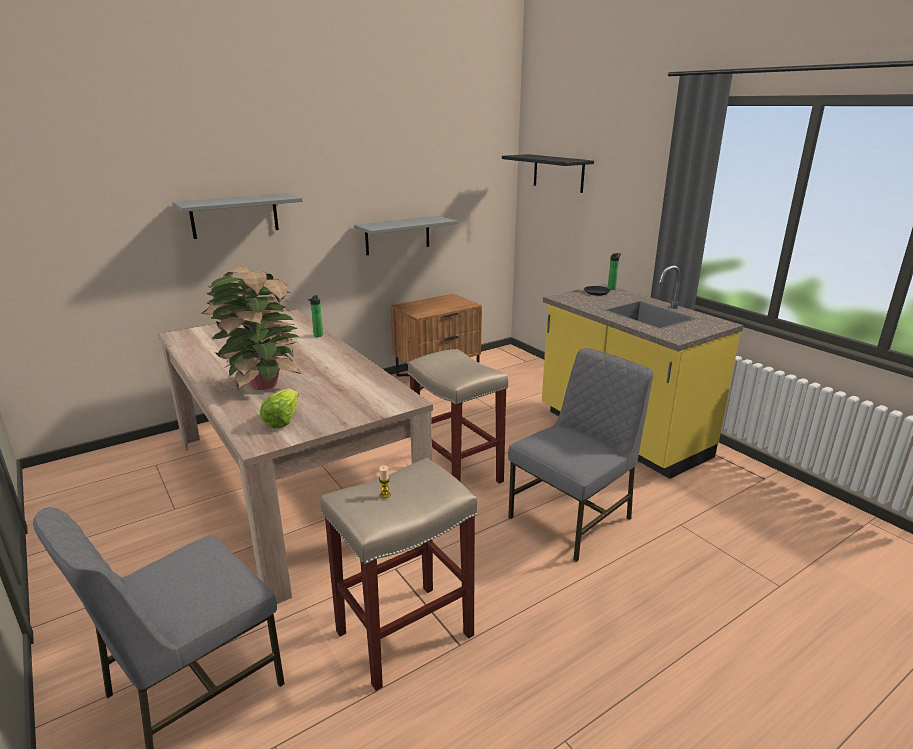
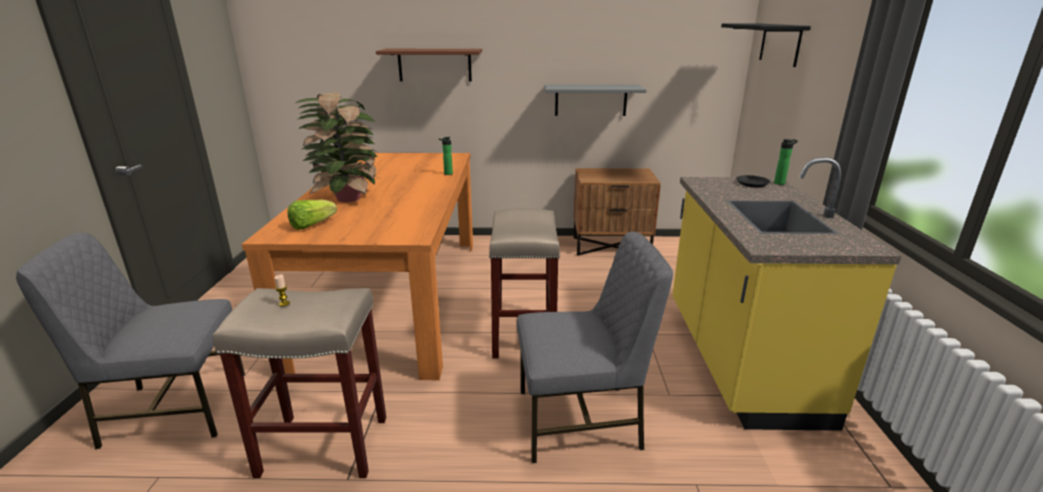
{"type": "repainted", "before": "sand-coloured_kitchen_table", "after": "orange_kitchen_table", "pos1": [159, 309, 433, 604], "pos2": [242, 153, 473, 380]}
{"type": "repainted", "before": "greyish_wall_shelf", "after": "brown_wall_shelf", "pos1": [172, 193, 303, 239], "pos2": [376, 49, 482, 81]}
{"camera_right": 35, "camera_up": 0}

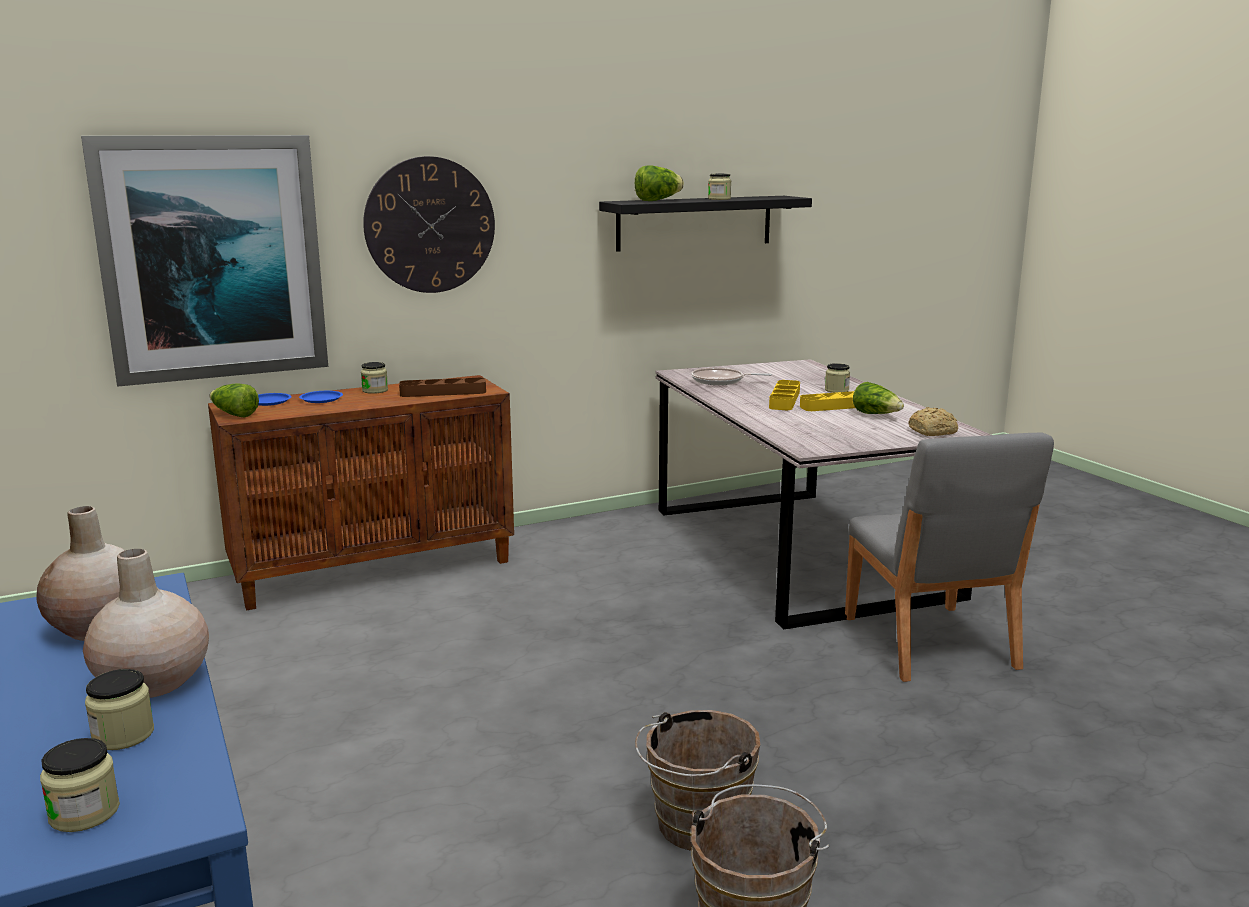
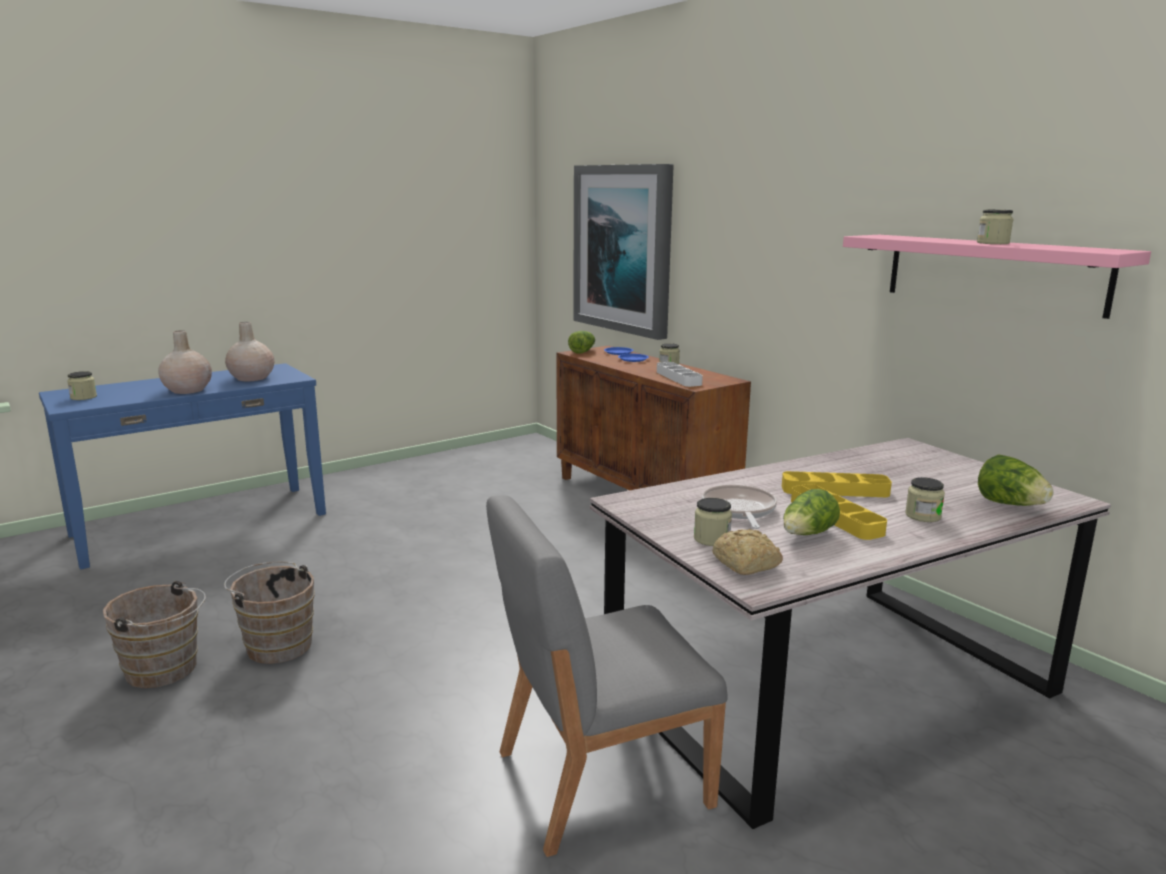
{"type": "shifted", "before": "jar", "pos1": [85, 669, 154, 750], "pos2": [694, 498, 732, 546]}
{"type": "gone", "before": "hanging_clock", "pos1": [363, 156, 495, 293]}
{"type": "repainted", "before": "brown_carrying_tray", "after": "white-coloured_carrying_tray", "pos1": [399, 377, 486, 397], "pos2": [657, 362, 703, 387]}
{"type": "repainted", "before": "black_wall_shelf", "after": "pink-coloured_wall_shelf", "pos1": [599, 196, 812, 252], "pos2": [843, 235, 1151, 319]}
{"type": "shifted", "before": "lettuce_head", "pos1": [635, 165, 684, 201], "pos2": [978, 454, 1054, 506]}
{"type": "shifted", "before": "frying_pan", "pos1": [691, 368, 772, 385], "pos2": [702, 485, 777, 529]}
{"camera_right": 80, "camera_up": 0}

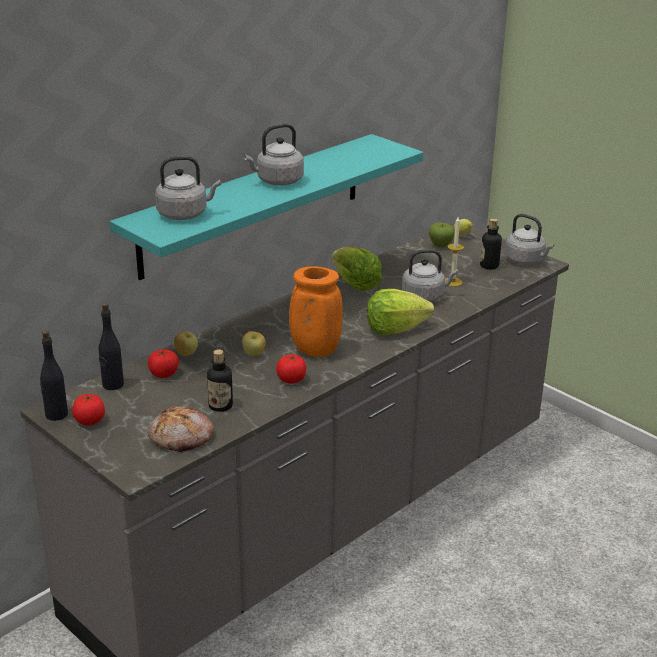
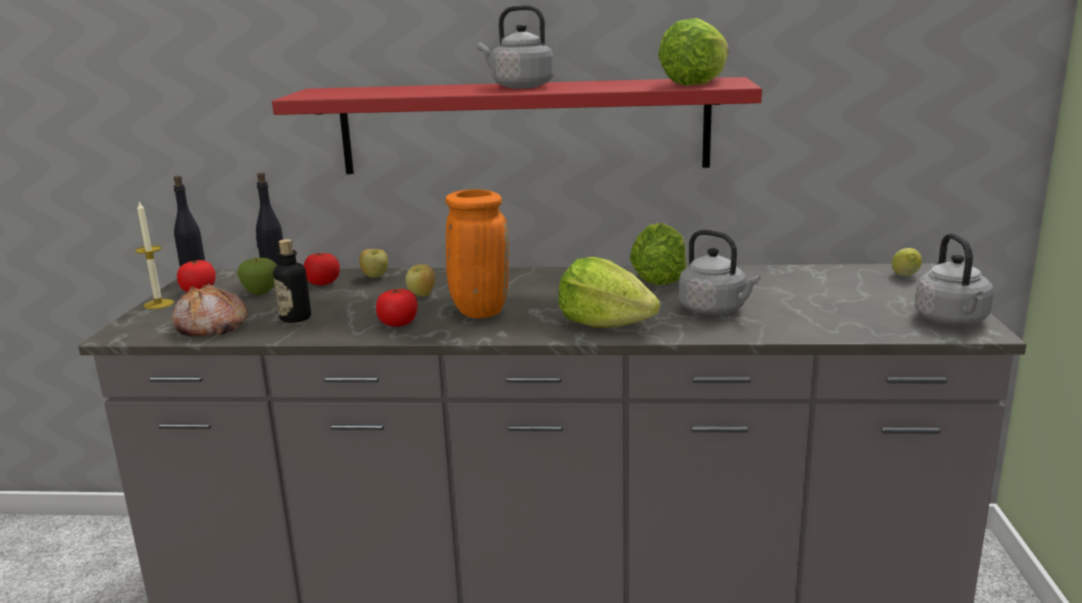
{"type": "repainted", "before": "blue-green_wall_shelf", "after": "red-coloured_wall_shelf", "pos1": [110, 134, 423, 280], "pos2": [272, 77, 762, 174]}
{"type": "gone", "before": "greyish_kettle", "pos1": [155, 156, 221, 220]}
{"type": "shifted", "before": "whole_apple", "pos1": [429, 223, 455, 248], "pos2": [237, 258, 277, 295]}
{"type": "shifted", "before": "candle", "pos1": [445, 217, 464, 287], "pos2": [135, 201, 174, 309]}
{"type": "gone", "before": "drink_bottle", "pos1": [480, 218, 502, 269]}
{"type": "new", "after": "lettuce_head", "pos2": [658, 18, 729, 86]}
{"camera_right": 50, "camera_up": -10}

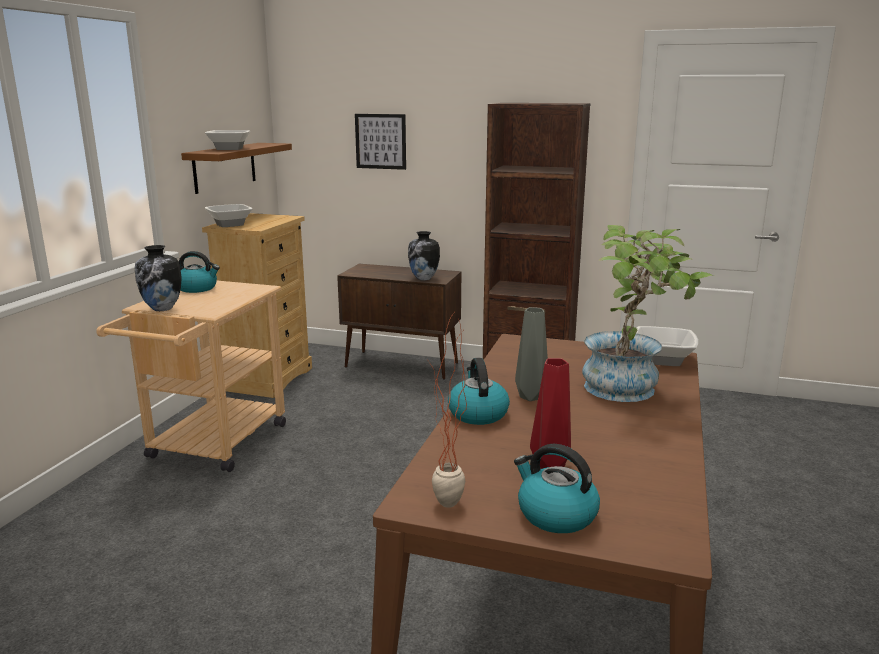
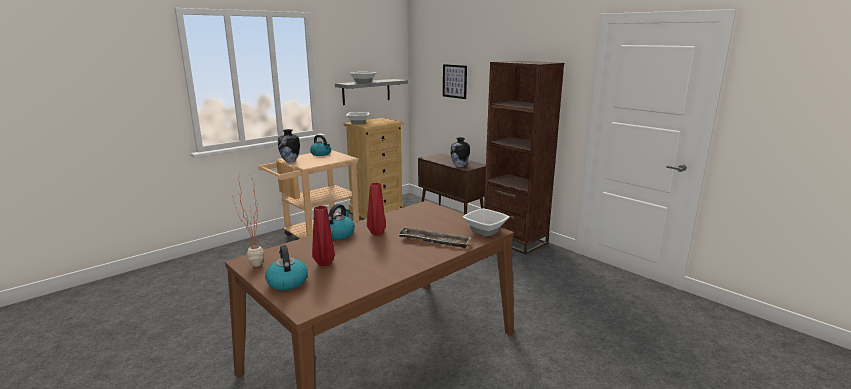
{"type": "repainted", "before": "brown_wall_shelf", "after": "greyish_wall_shelf", "pos1": [181, 143, 292, 194], "pos2": [335, 79, 408, 105]}
{"type": "repainted", "before": "greyish_decorative_vase", "after": "red-coloured_decorative_vase", "pos1": [515, 307, 548, 401], "pos2": [367, 182, 386, 235]}
{"type": "swapped", "before": "potted_plant", "after": "carrying_tray", "pos1": [582, 225, 714, 402], "pos2": [397, 227, 471, 249]}
{"camera_right": 30, "camera_up": 0}

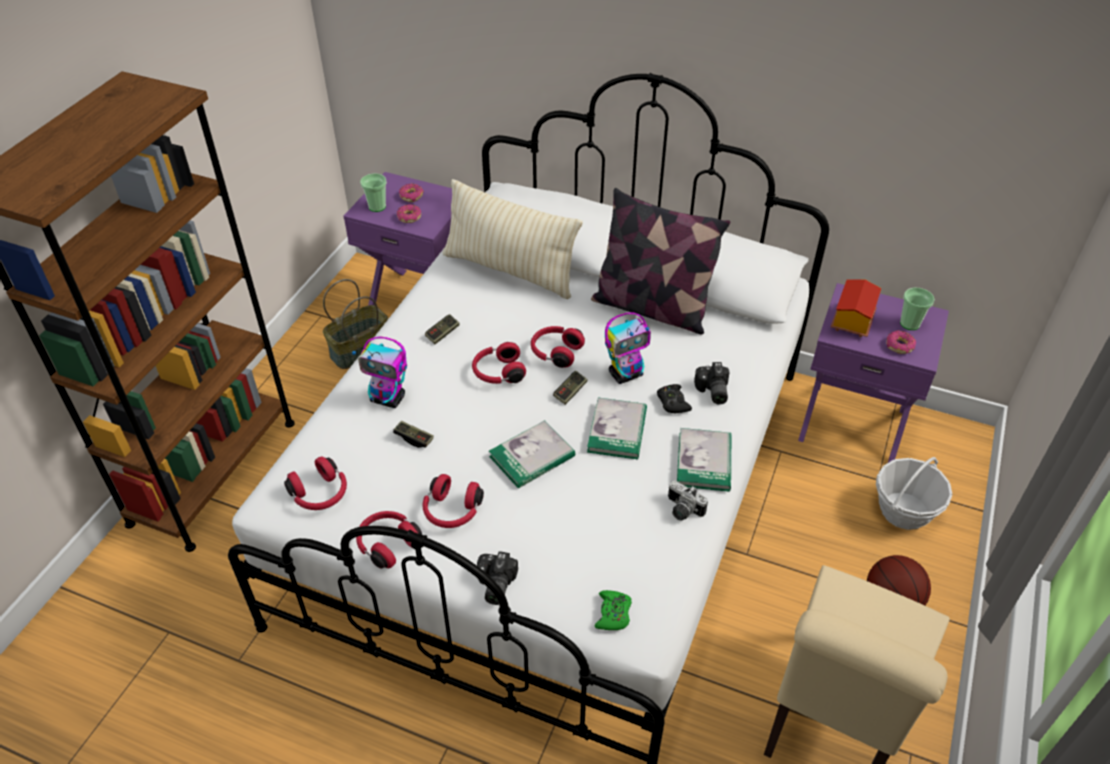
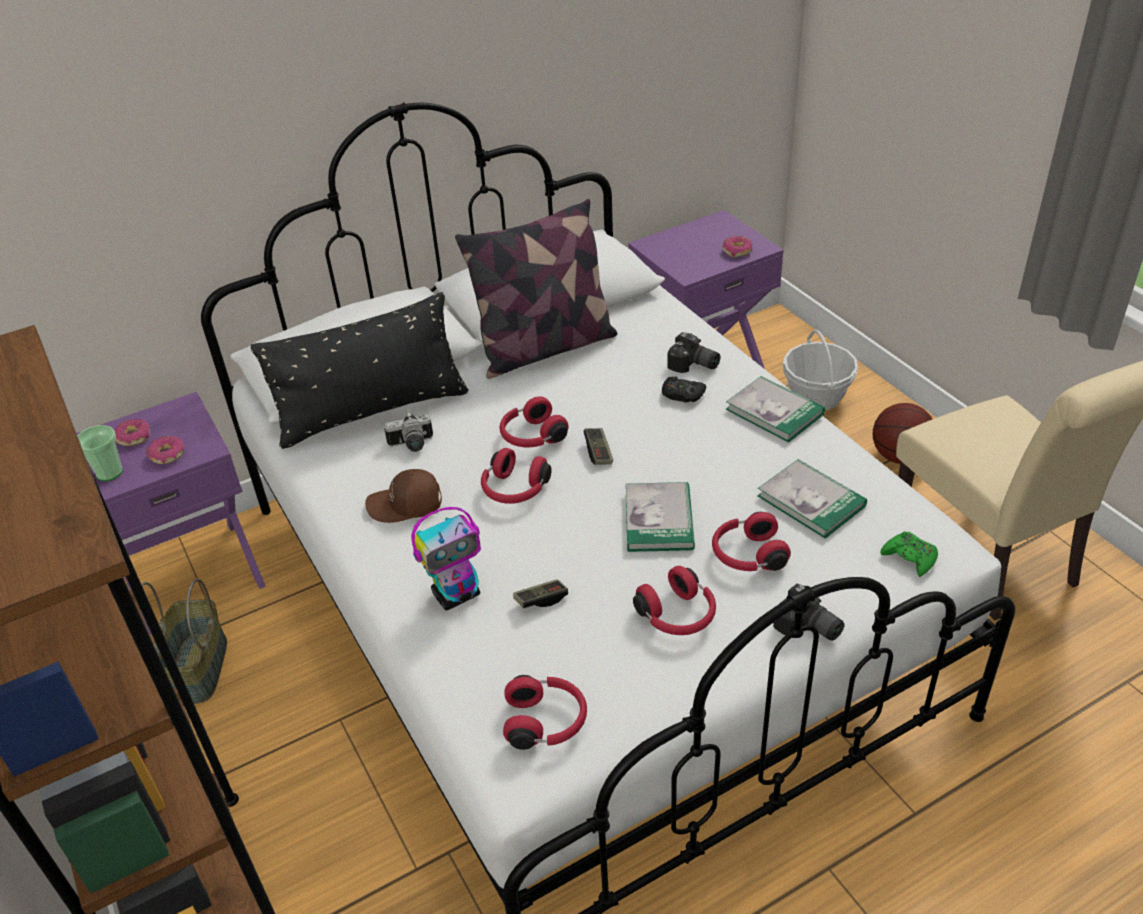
{"type": "shifted", "before": "red-coloured_headset", "pos1": [356, 511, 422, 568], "pos2": [712, 512, 791, 571]}
{"type": "swapped", "before": "gamepad", "after": "brown_peaked_cap", "pos1": [425, 314, 460, 344], "pos2": [365, 469, 442, 523]}
{"type": "repainted", "before": "sand-coloured_pillow", "after": "black_pillow", "pos1": [443, 179, 583, 299], "pos2": [251, 292, 468, 449]}
{"type": "shifted", "before": "volume", "pos1": [587, 398, 647, 459], "pos2": [757, 459, 867, 539]}
{"type": "gone", "before": "robot_figure", "pos1": [605, 312, 651, 384]}
{"type": "shifted", "before": "photo_camera", "pos1": [668, 480, 708, 521], "pos2": [384, 412, 433, 452]}
{"type": "gone", "before": "model_house", "pos1": [831, 279, 882, 337]}
{"type": "gone", "before": "small_cup", "pos1": [900, 288, 935, 330]}
{"camera_right": -50, "camera_up": -5}

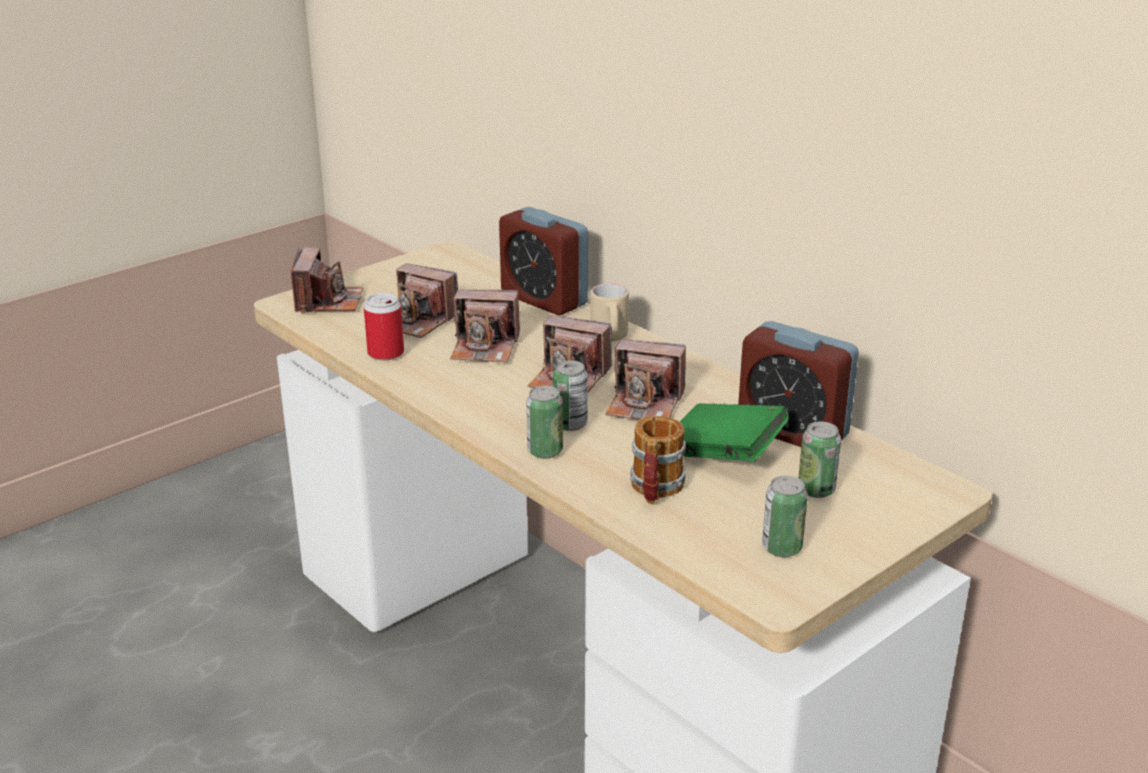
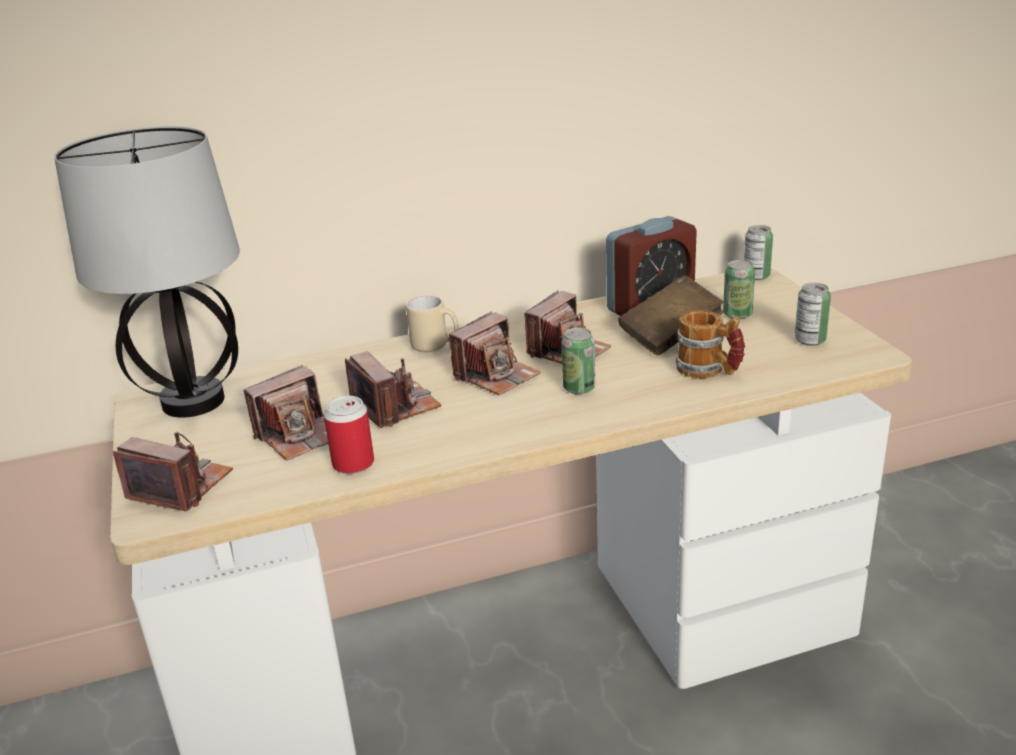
{"type": "rotated", "before": "photo_camera", "pos1": [450, 290, 520, 362], "pos2": [345, 351, 441, 428], "turn": -60}
{"type": "gone", "before": "bedside_clock", "pos1": [499, 207, 588, 315]}
{"type": "shifted", "before": "sealed_can", "pos1": [526, 386, 563, 459], "pos2": [744, 225, 773, 280]}
{"type": "repainted", "before": "green_volume", "after": "brown_volume", "pos1": [680, 403, 789, 462], "pos2": [618, 275, 724, 355]}
{"type": "new", "after": "tabletop_lamp", "pos2": [54, 126, 240, 418]}
{"camera_right": -65, "camera_up": 0}

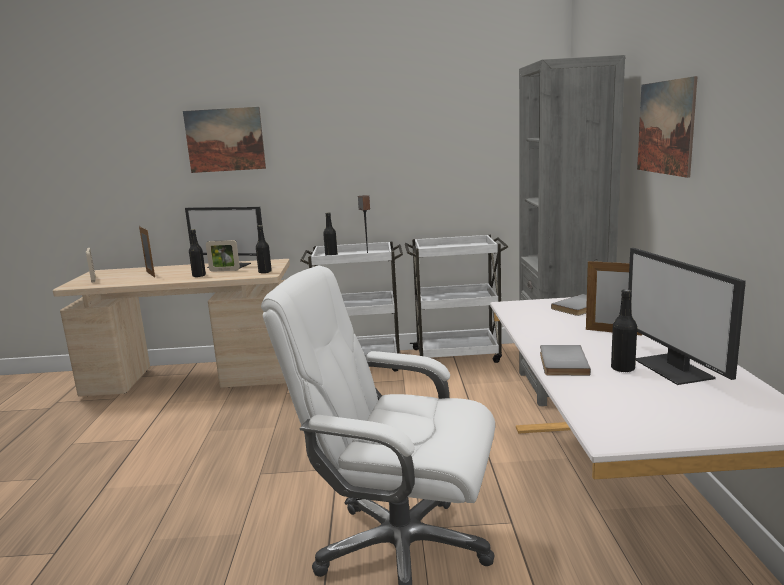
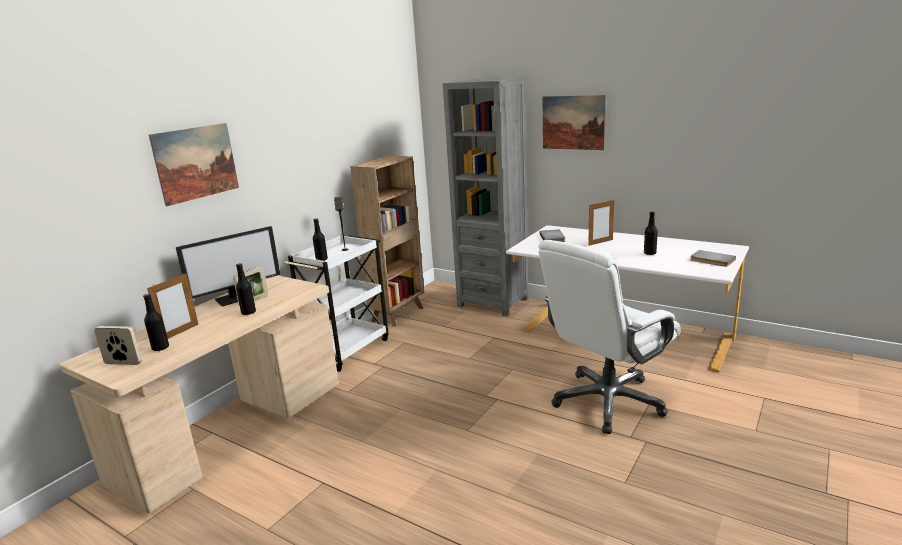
{"type": "rotated", "before": "standing_frame", "pos1": [139, 226, 155, 278], "pos2": [147, 274, 198, 339], "turn": 120}
{"type": "shifted", "before": "black_drink_bottle", "pos1": [256, 225, 272, 273], "pos2": [143, 294, 169, 351]}
{"type": "swapped", "before": "white-coloured_cart", "after": "brown_shelving_unit", "pos1": [405, 235, 508, 363], "pos2": [350, 156, 424, 327]}
{"type": "shifted", "before": "greyish_volume", "pos1": [540, 345, 591, 376], "pos2": [691, 250, 736, 267]}
{"type": "gone", "before": "computer_screen", "pos1": [628, 248, 746, 385]}
{"camera_right": -55, "camera_up": 5}

